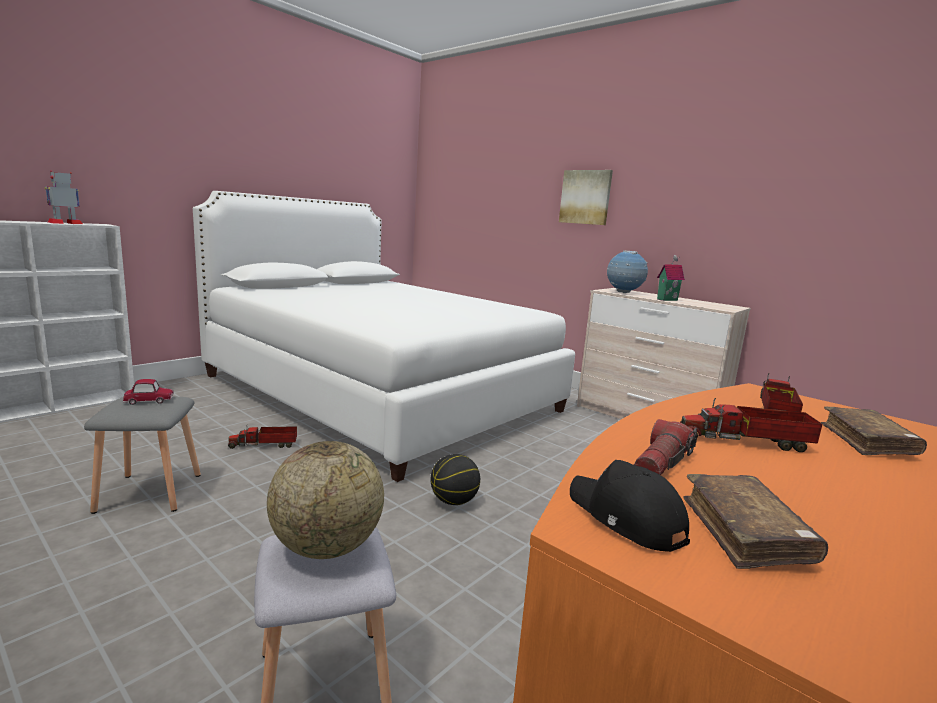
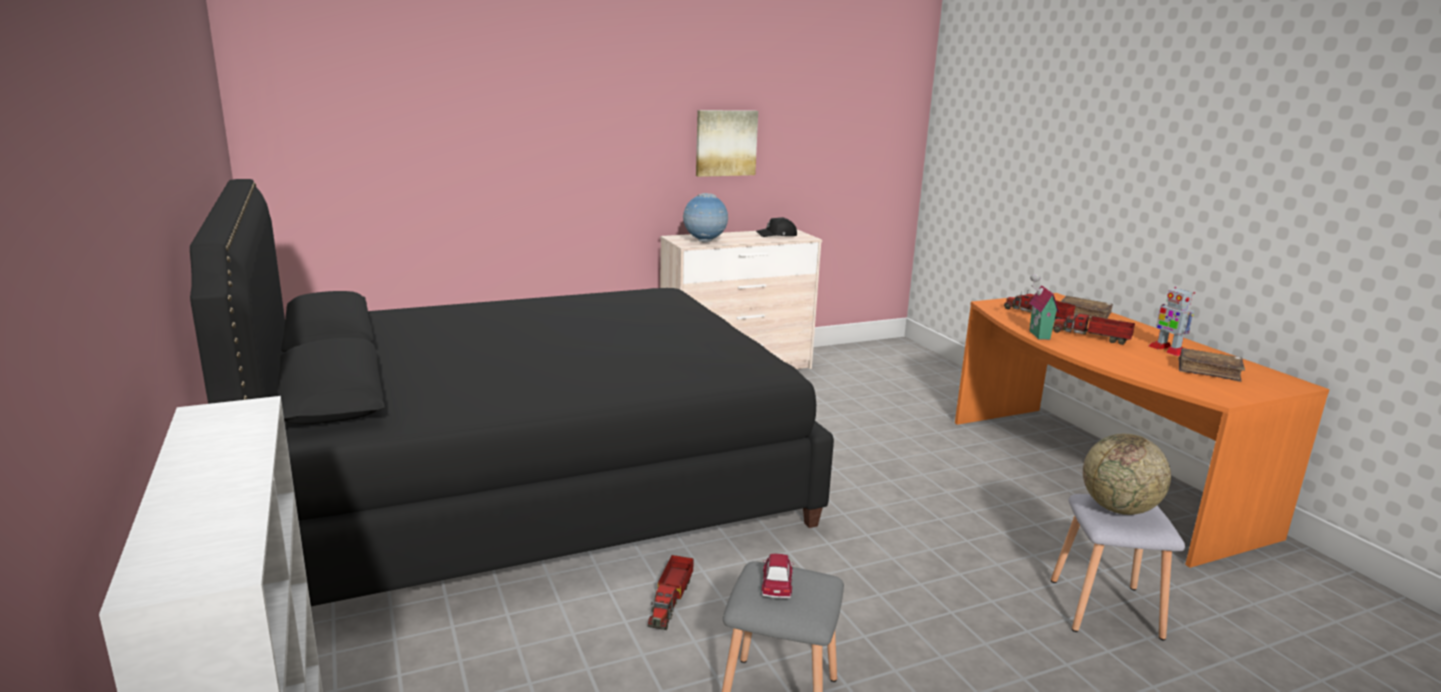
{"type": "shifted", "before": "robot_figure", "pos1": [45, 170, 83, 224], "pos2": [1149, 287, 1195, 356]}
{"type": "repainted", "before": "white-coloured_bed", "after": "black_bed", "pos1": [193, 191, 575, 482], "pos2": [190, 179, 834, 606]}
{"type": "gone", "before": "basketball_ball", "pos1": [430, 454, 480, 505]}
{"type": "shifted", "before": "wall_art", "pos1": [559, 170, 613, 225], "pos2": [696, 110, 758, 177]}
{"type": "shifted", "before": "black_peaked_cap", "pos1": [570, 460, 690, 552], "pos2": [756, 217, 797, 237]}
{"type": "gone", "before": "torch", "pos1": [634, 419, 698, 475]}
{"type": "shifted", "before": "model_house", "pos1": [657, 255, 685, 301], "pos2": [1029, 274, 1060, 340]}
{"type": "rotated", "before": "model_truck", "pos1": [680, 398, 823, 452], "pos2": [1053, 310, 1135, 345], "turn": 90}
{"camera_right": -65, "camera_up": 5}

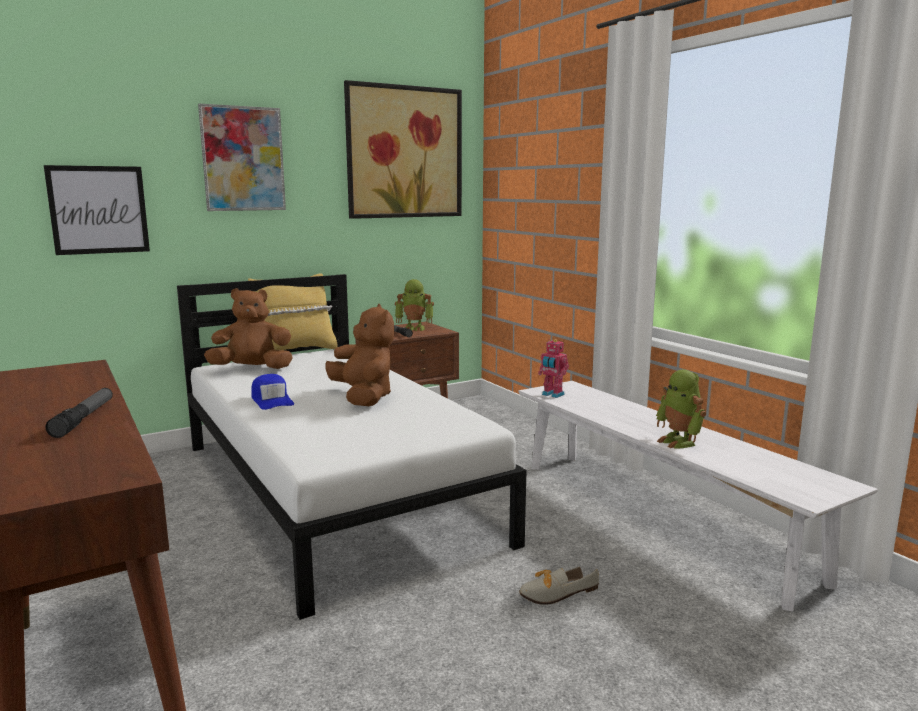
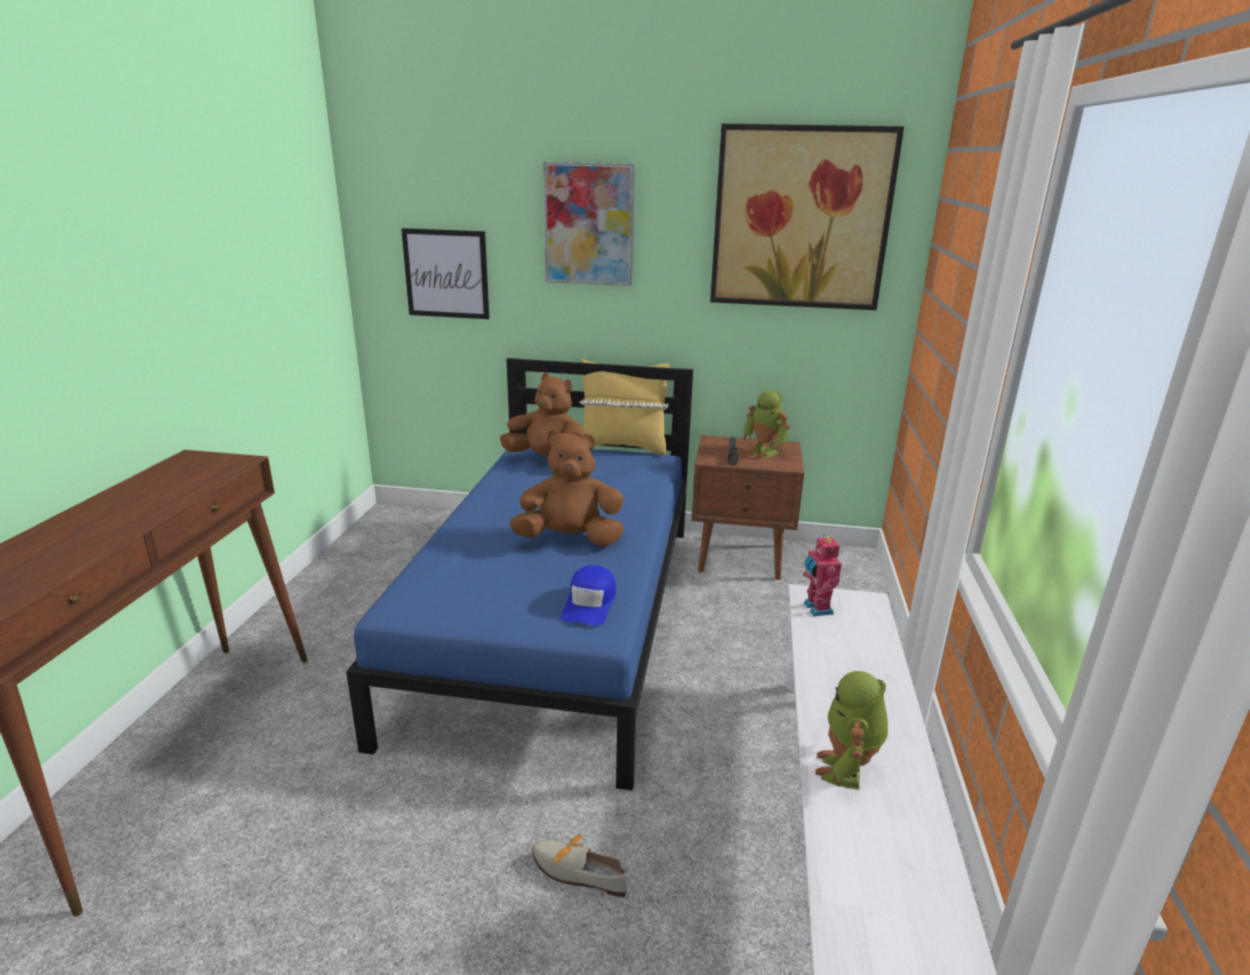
{"type": "gone", "before": "torch", "pos1": [46, 388, 113, 438]}
{"type": "repainted", "before": "white-coloured_bed", "after": "blue-coloured_bed", "pos1": [177, 274, 527, 620], "pos2": [346, 358, 693, 791]}
{"type": "shifted", "before": "blue-coloured_peaked_cap", "pos1": [251, 374, 294, 410], "pos2": [561, 565, 616, 626]}
{"type": "rotated", "before": "brown_plush_toy", "pos1": [325, 304, 394, 406], "pos2": [509, 430, 624, 546], "turn": -105}
{"camera_right": 40, "camera_up": 10}

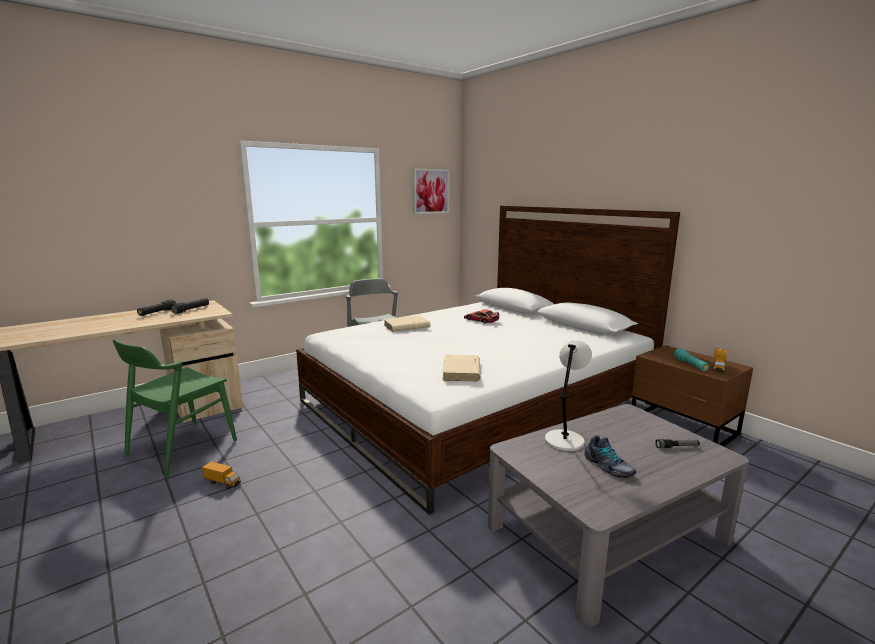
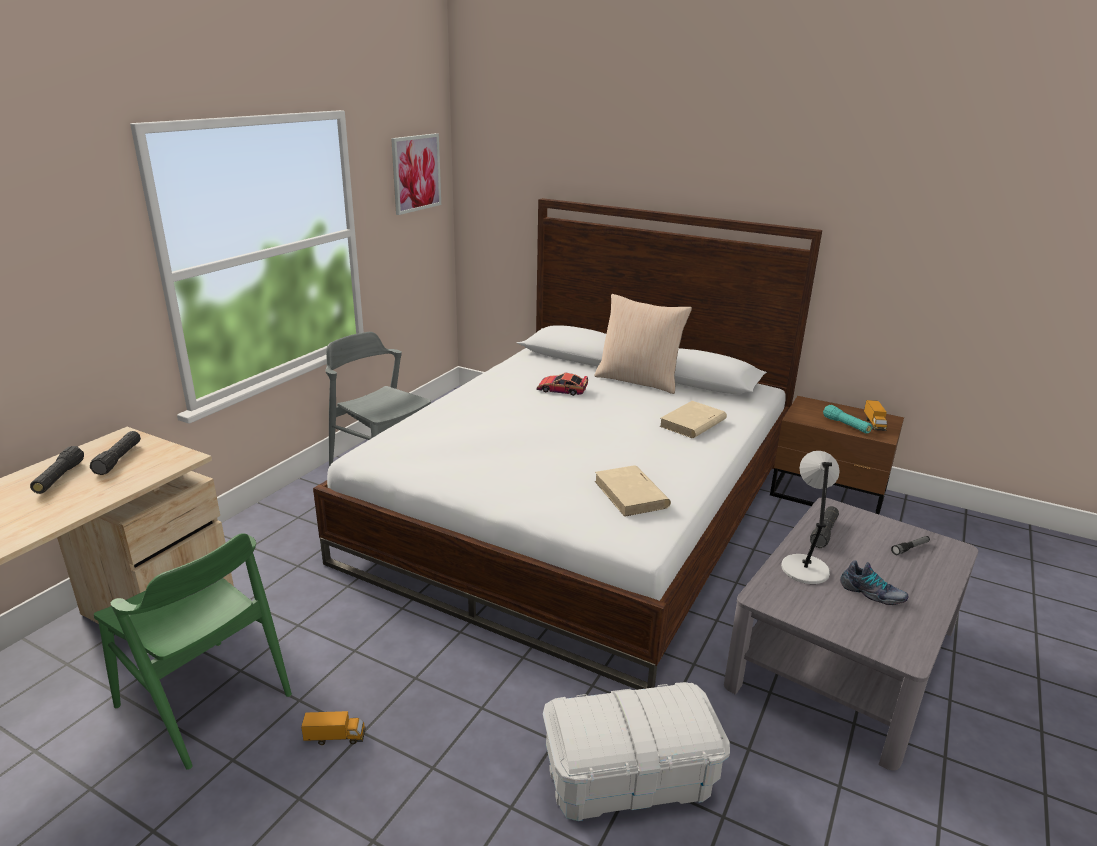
{"type": "rotated", "before": "green_plain_chair", "pos1": [113, 339, 237, 477], "pos2": [94, 533, 292, 770], "turn": -60}
{"type": "shifted", "before": "sand-coloured_volume", "pos1": [384, 315, 430, 332], "pos2": [659, 401, 727, 438]}
{"type": "new", "after": "white-coloured_storage_container", "pos2": [543, 682, 730, 821]}
{"type": "new", "after": "sand-coloured_pillow", "pos2": [595, 294, 692, 394]}
{"type": "new", "after": "black_torch", "pos2": [810, 506, 839, 548]}
{"camera_right": -25, "camera_up": 10}

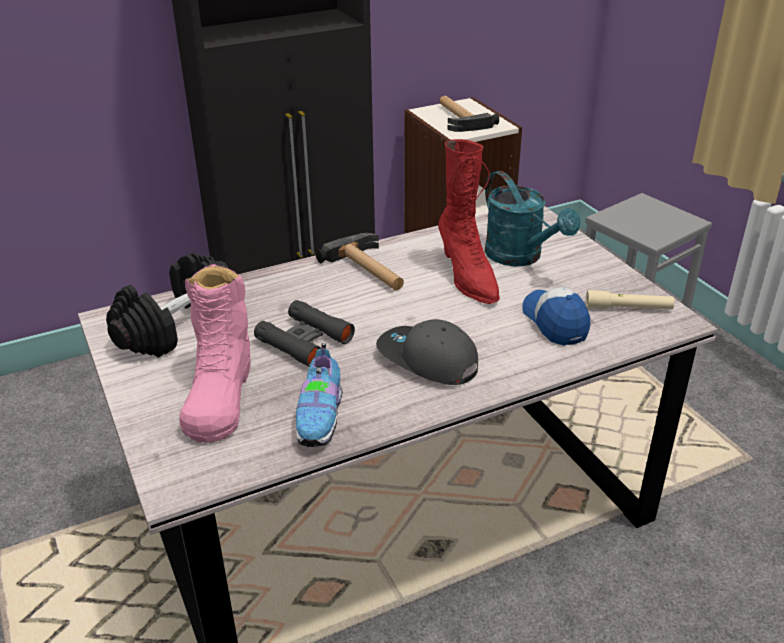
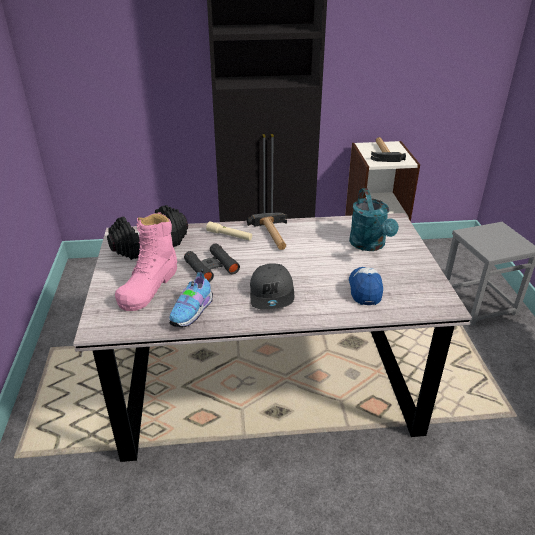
{"type": "rotated", "before": "greyish_peaked_cap", "pos1": [376, 319, 478, 385], "pos2": [250, 263, 294, 309], "turn": -150}
{"type": "gone", "before": "red-coloured_tall_boot", "pos1": [438, 139, 500, 304]}
{"type": "shifted", "before": "sand-coloured_torch", "pos1": [586, 290, 674, 309], "pos2": [206, 221, 252, 241]}
{"camera_right": 20, "camera_up": 0}

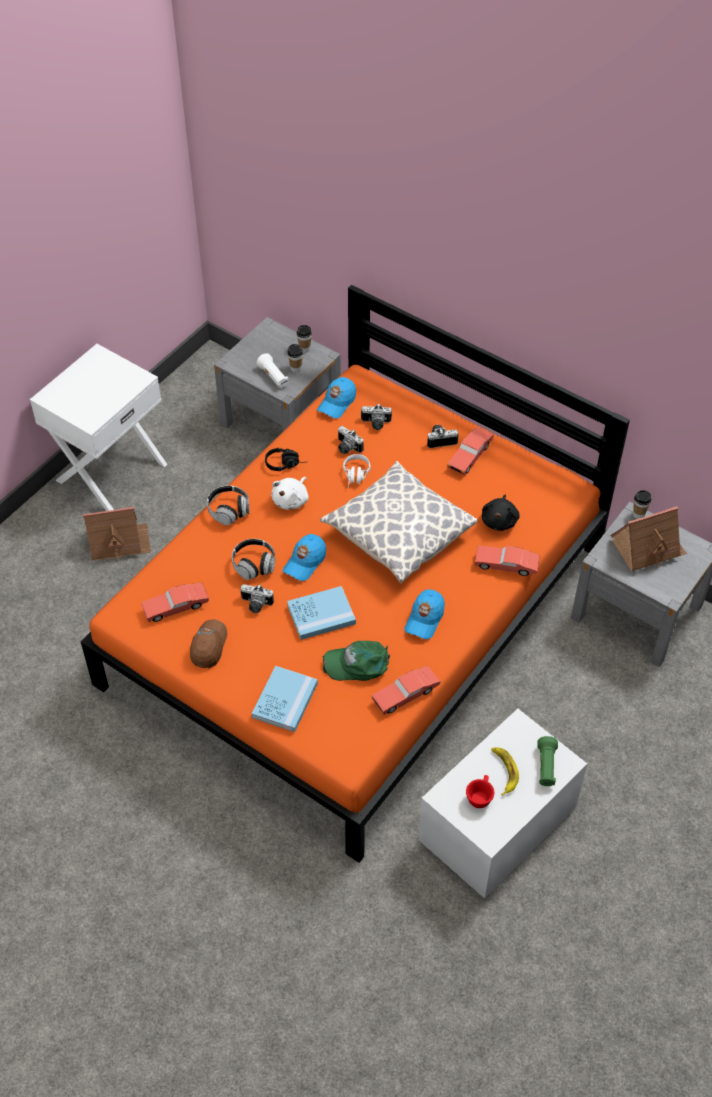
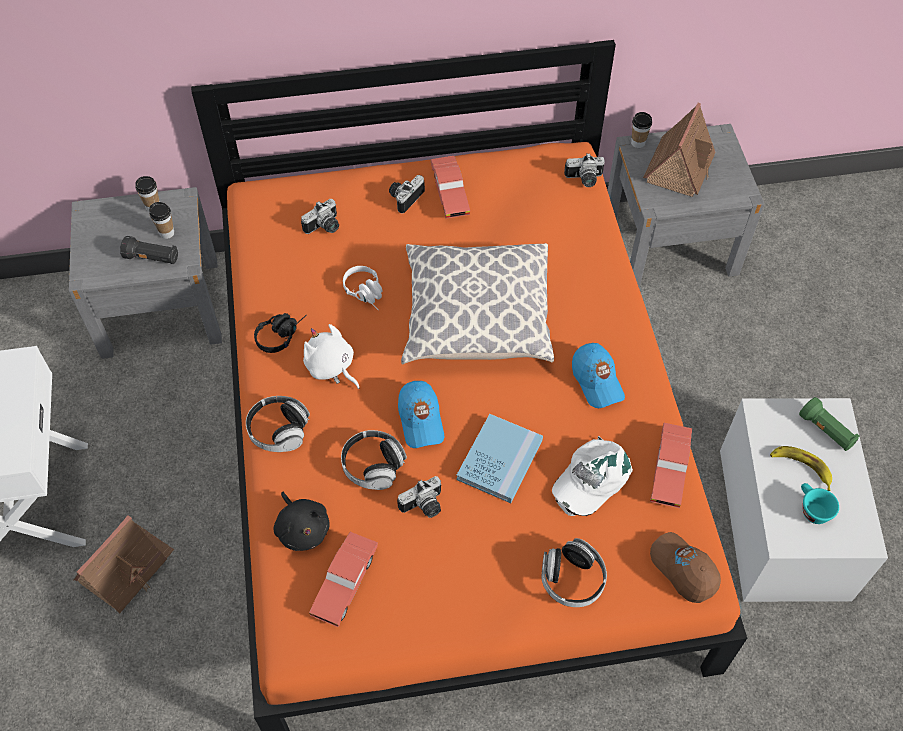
{"type": "shifted", "before": "brown_peaked_cap", "pos1": [190, 619, 227, 668], "pos2": [650, 532, 721, 603]}
{"type": "swapped", "before": "blue-coloured_volume", "after": "headset", "pos1": [252, 666, 318, 732], "pos2": [542, 538, 607, 607]}
{"type": "repainted", "before": "white-coloured_torch", "after": "black_torch", "pos1": [257, 353, 288, 388], "pos2": [120, 236, 178, 264]}
{"type": "rotated", "before": "white-coloured_plush_toy", "pos1": [271, 477, 309, 510], "pos2": [303, 324, 360, 389], "turn": 150}
{"type": "gone", "before": "blue-coloured_peaked_cap", "pos1": [317, 377, 356, 418]}
{"type": "repainted", "before": "green_peaked_cap", "after": "white-coloured_peaked_cap", "pos1": [323, 641, 390, 681], "pos2": [552, 436, 633, 516]}
{"type": "shifted", "before": "photo_camera", "pos1": [338, 426, 363, 454], "pos2": [564, 153, 605, 187]}
{"type": "repainted", "before": "red-coloured_small_cup", "after": "blue-green_small_cup", "pos1": [466, 775, 494, 808], "pos2": [801, 483, 839, 524]}
{"type": "gone", "before": "red-coloured_model_car", "pos1": [474, 546, 540, 576]}
{"type": "shifted", "before": "black_plush_toy", "pos1": [482, 495, 520, 531], "pos2": [274, 491, 330, 551]}
{"camera_right": -45, "camera_up": 5}

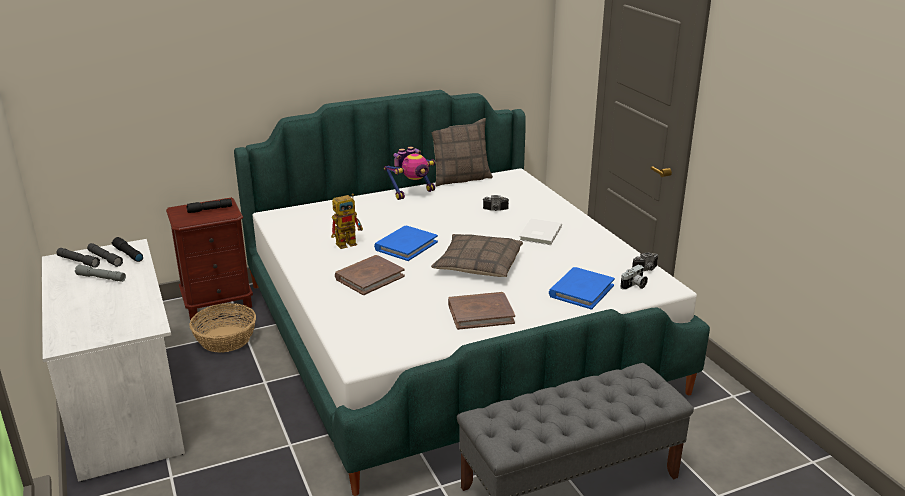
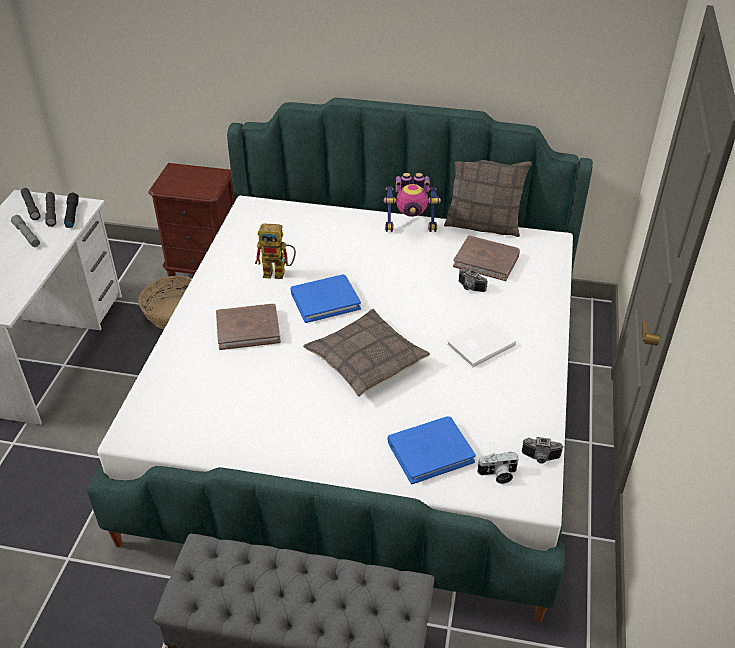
{"type": "gone", "before": "black_torch", "pos1": [186, 199, 232, 213]}
{"type": "shifted", "before": "brown_volume", "pos1": [448, 292, 515, 330], "pos2": [453, 235, 520, 281]}
{"camera_right": 35, "camera_up": 15}

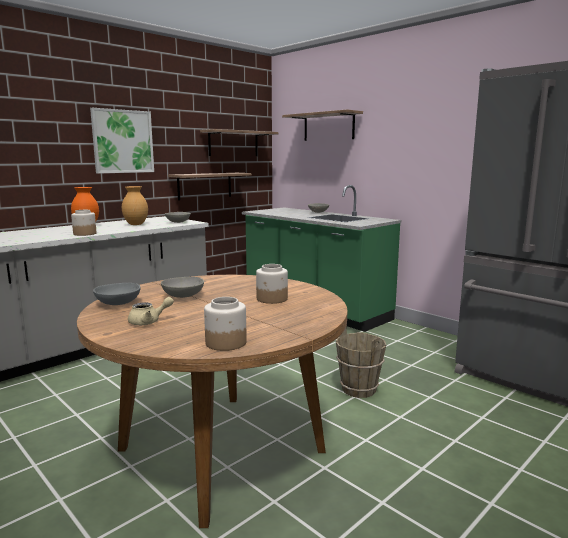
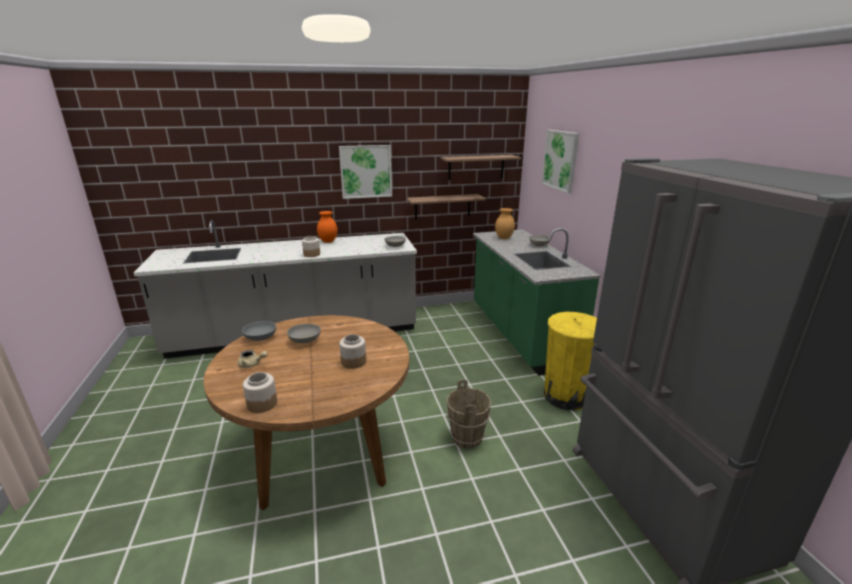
{"type": "shifted", "before": "brown_decorative_vase", "pos1": [122, 186, 148, 225], "pos2": [495, 208, 515, 239]}
{"type": "swapped", "before": "wall_shelf", "after": "wall_art", "pos1": [282, 109, 363, 141], "pos2": [541, 130, 579, 194]}
{"type": "new", "after": "yellow-coloured_rubbish_bin", "pos2": [544, 312, 597, 410]}
{"camera_right": 30, "camera_up": 10}

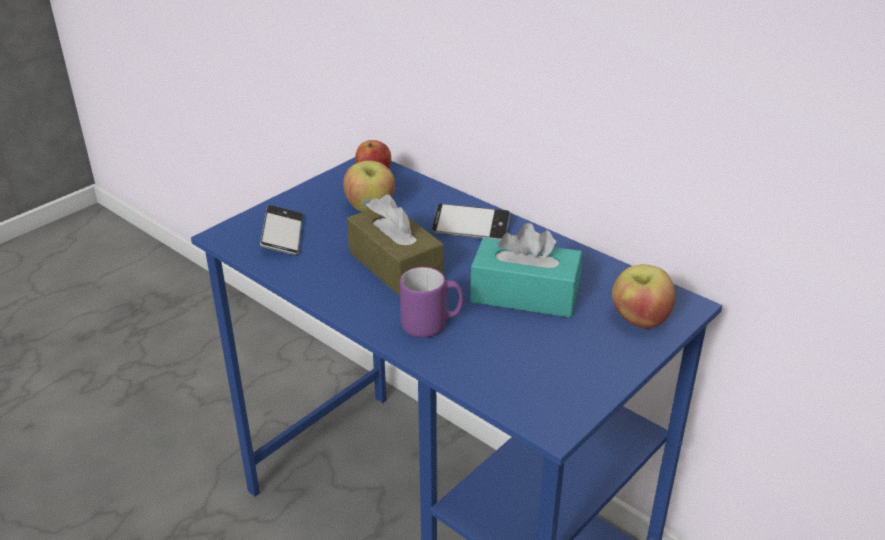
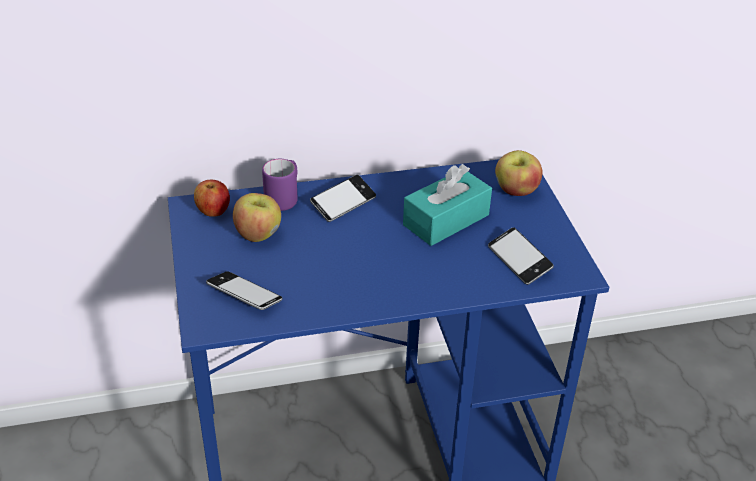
{"type": "gone", "before": "brown_tissue_box", "pos1": [347, 194, 444, 296]}
{"type": "shifted", "before": "purplish_tea_mug", "pos1": [400, 267, 463, 338], "pos2": [262, 159, 298, 211]}
{"type": "new", "after": "handset", "pos2": [488, 227, 554, 285]}
{"camera_right": -55, "camera_up": 5}

